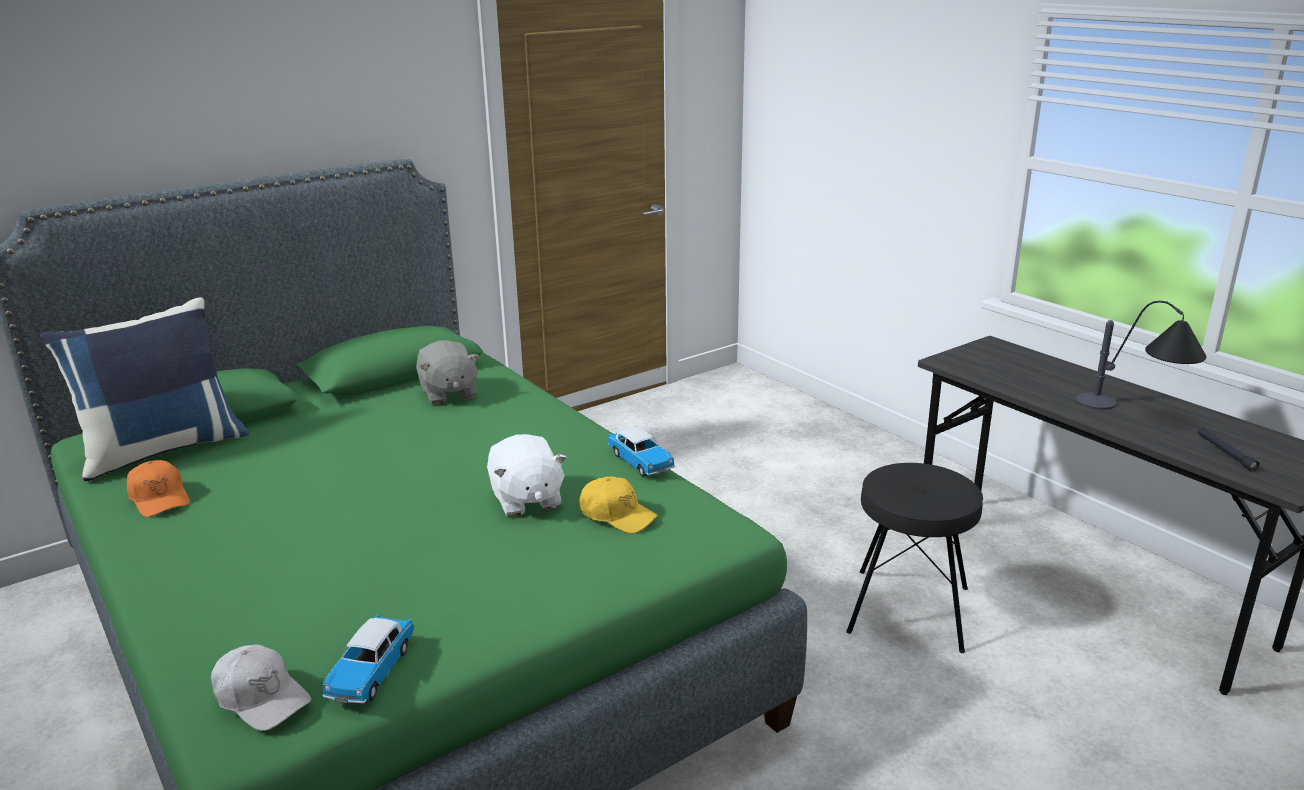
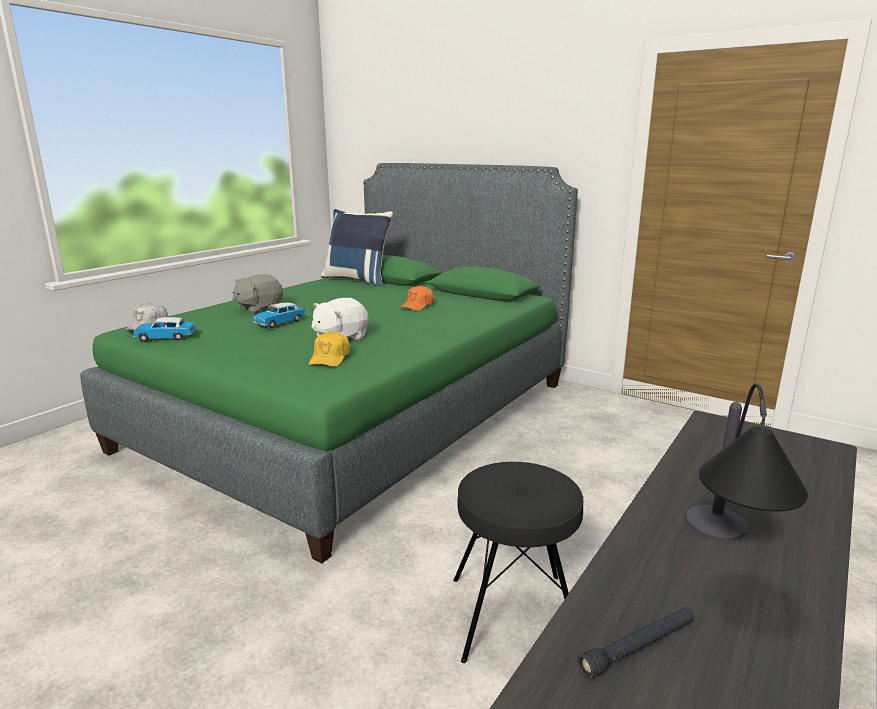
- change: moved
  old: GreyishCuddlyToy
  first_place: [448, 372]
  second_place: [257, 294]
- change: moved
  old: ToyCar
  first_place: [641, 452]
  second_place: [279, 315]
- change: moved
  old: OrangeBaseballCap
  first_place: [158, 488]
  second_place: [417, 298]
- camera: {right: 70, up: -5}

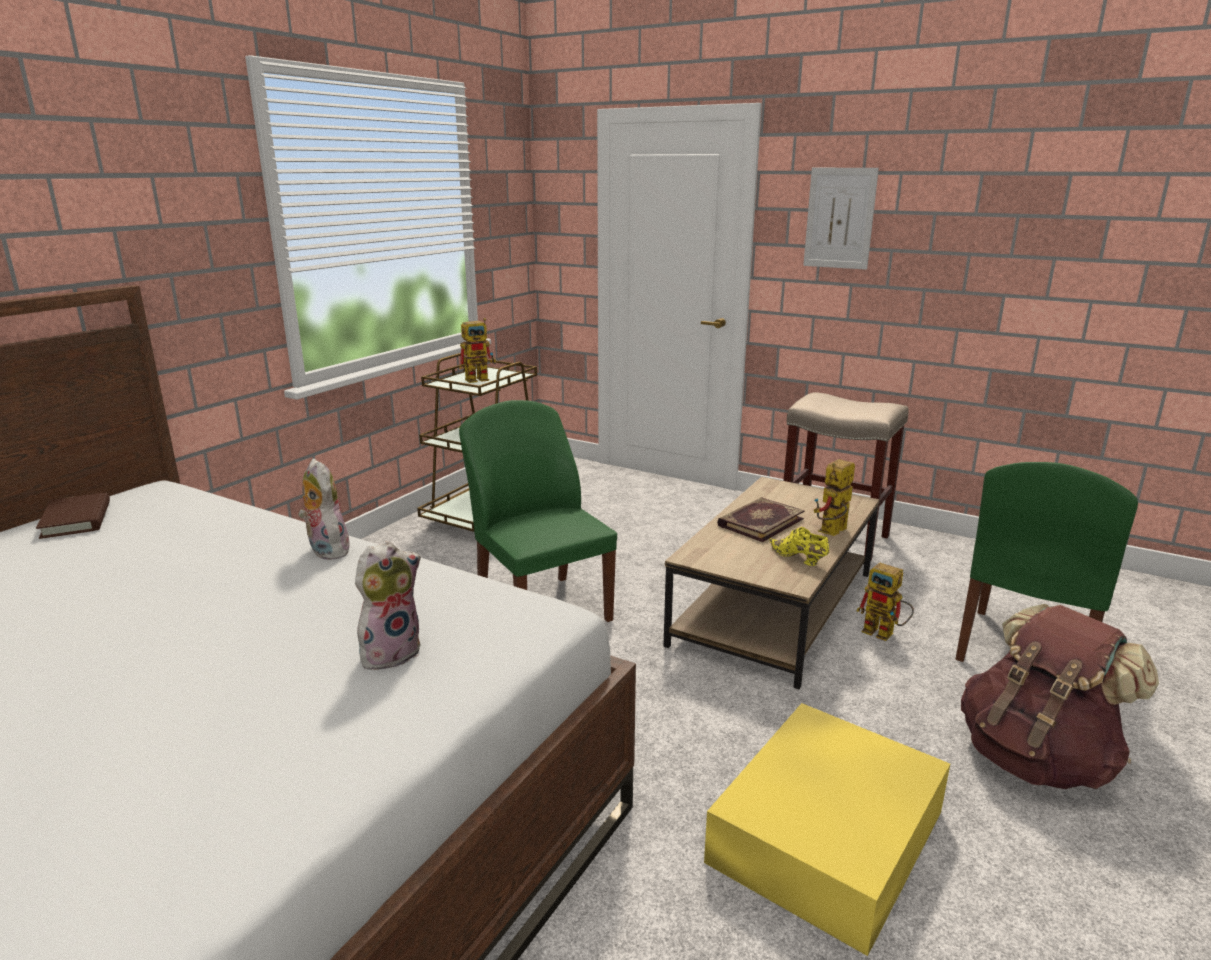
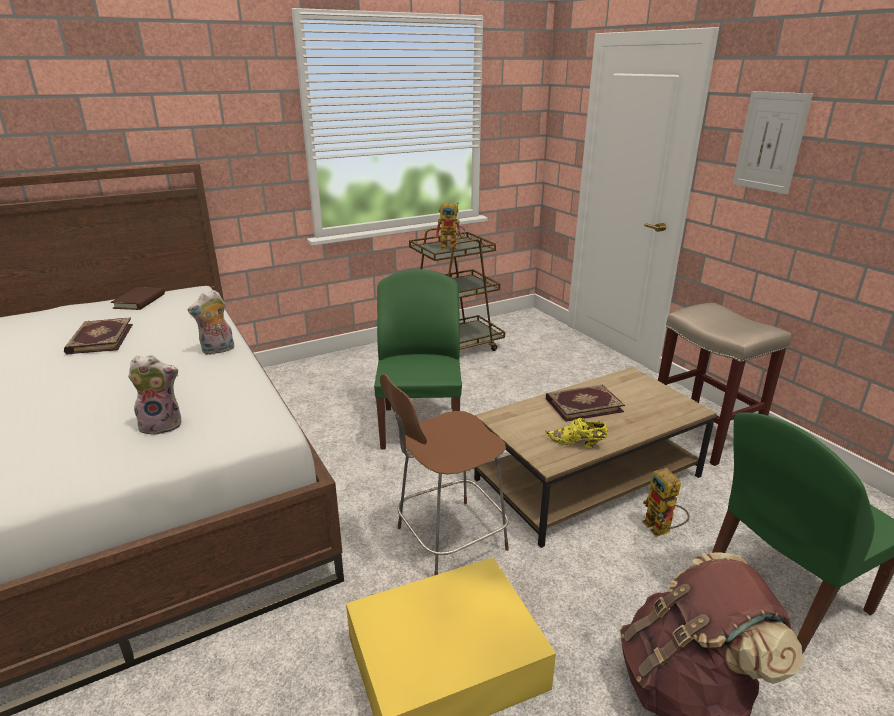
- change: added
  new: Volume
  second_place: [98, 336]
- change: turned
  old: CuddlyToy
  first_place: [325, 509]
  second_place: [210, 322]
  degrees: -120
- change: added
  new: BrownishPlainChair
  second_place: [444, 475]
- change: turned
  old: YellowColouredShoe
  first_place: [799, 546]
  second_place: [576, 433]
  degrees: -60
- change: removed
  old: ToyRobot
  first_place: [834, 497]
- camera: {right: 30, up: 5}

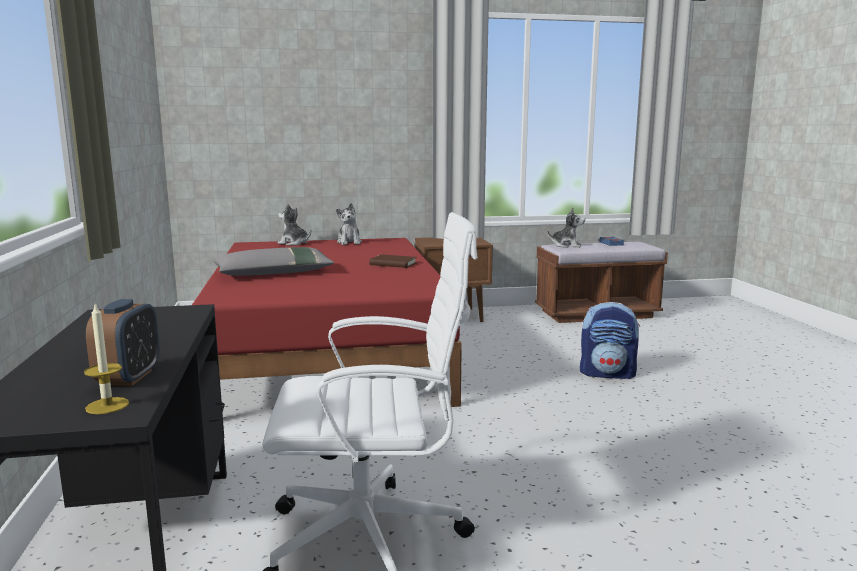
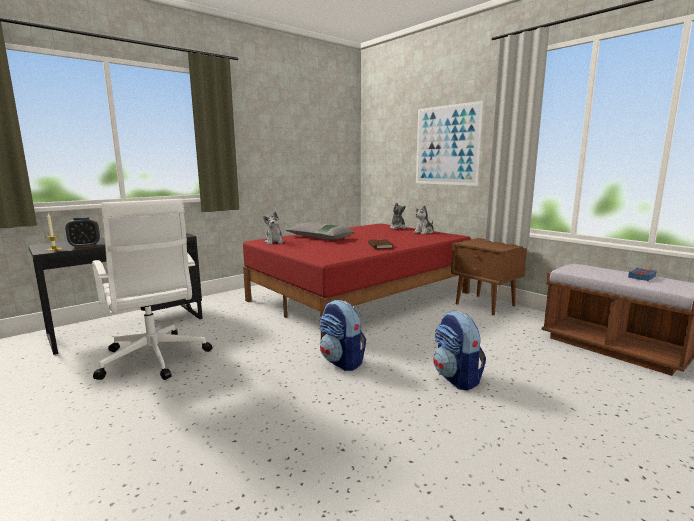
- change: moved
  old: CuddlyToy
  first_place: [566, 228]
  second_place: [273, 228]
- change: added
  new: Backpack
  second_place: [343, 335]
- change: added
  new: WallArt
  second_place: [450, 143]
- camera: {right: 60, up: 0}

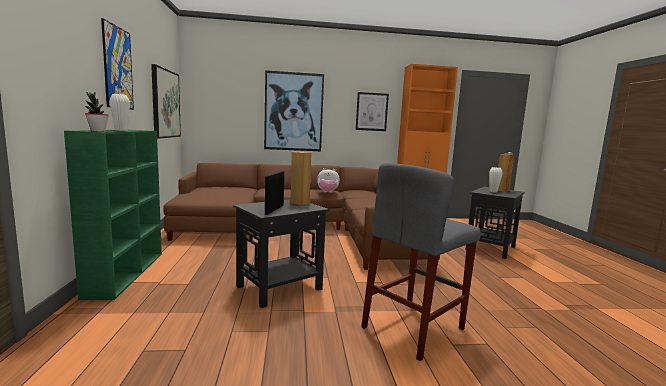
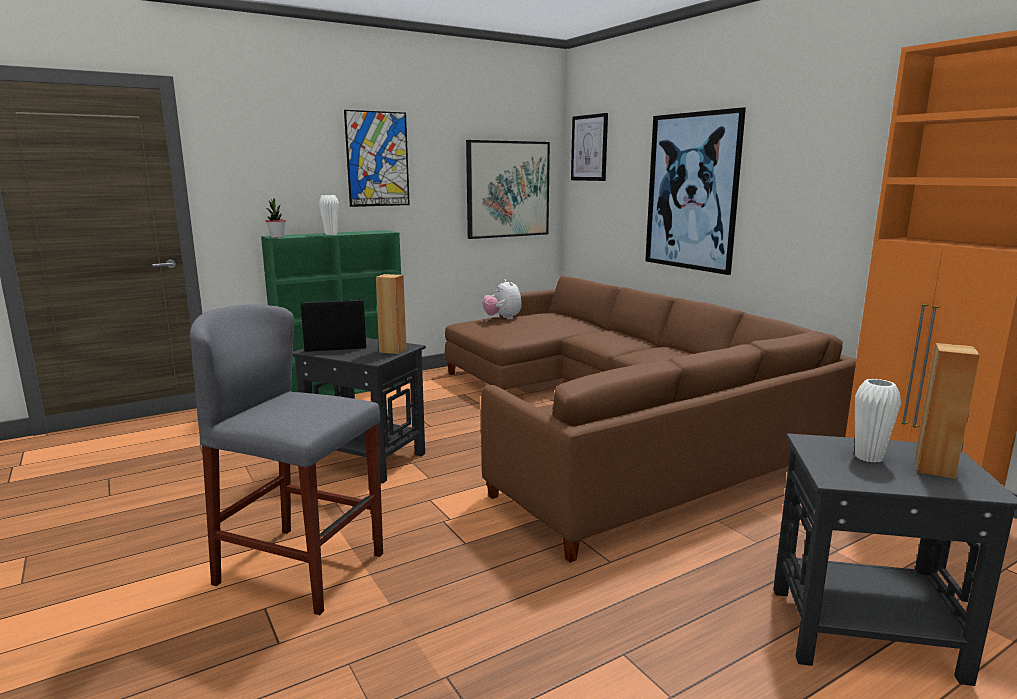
- change: moved
  old: CuddlyToy
  first_place: [328, 180]
  second_place: [502, 299]
- change: moved
  old: WallArt
  first_place: [372, 111]
  second_place: [589, 147]
- camera: {right: 65, up: 5}

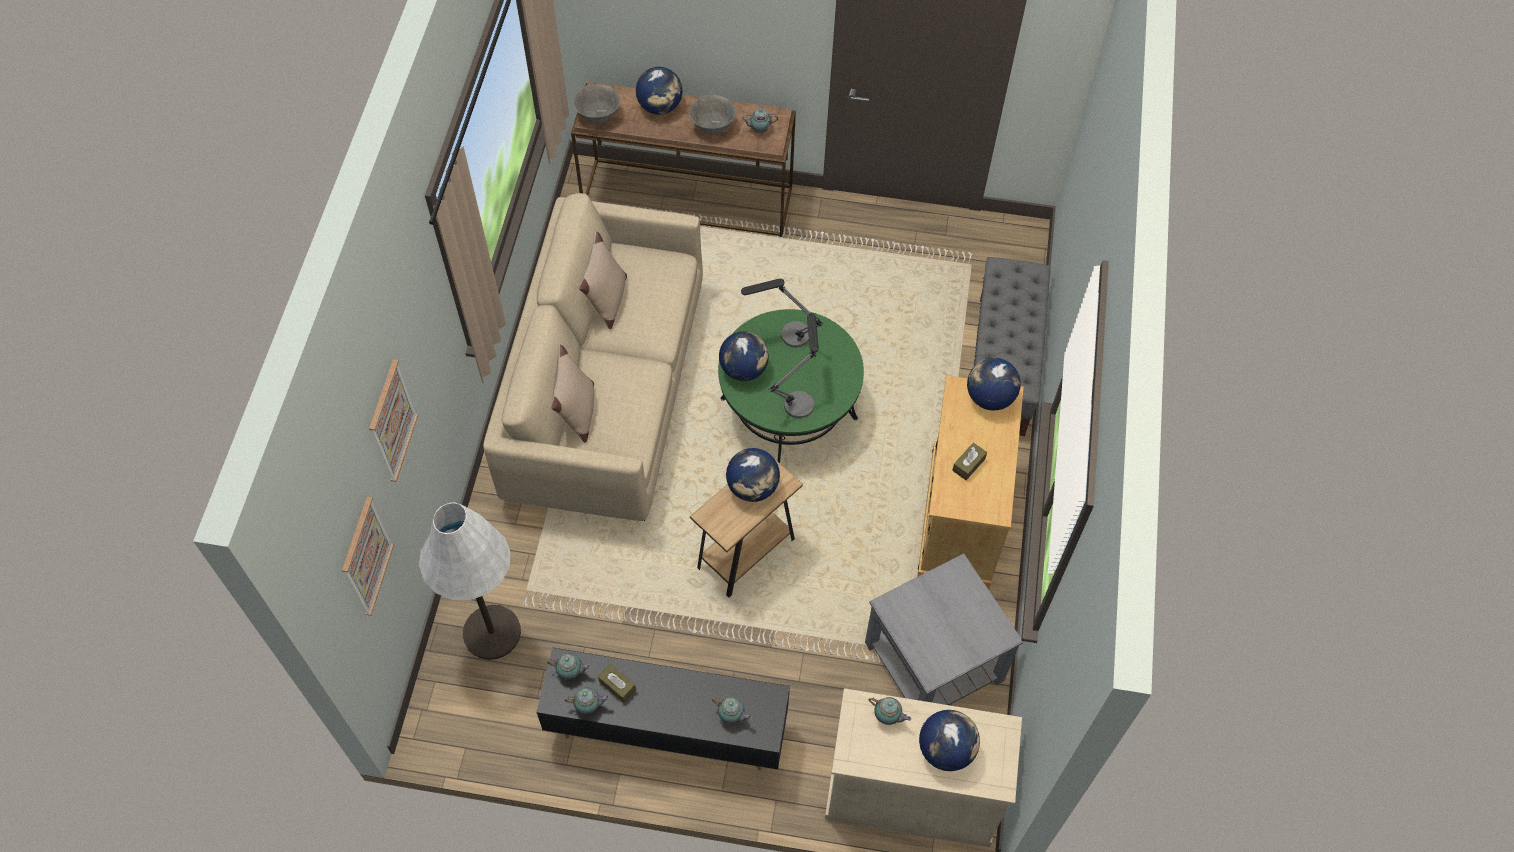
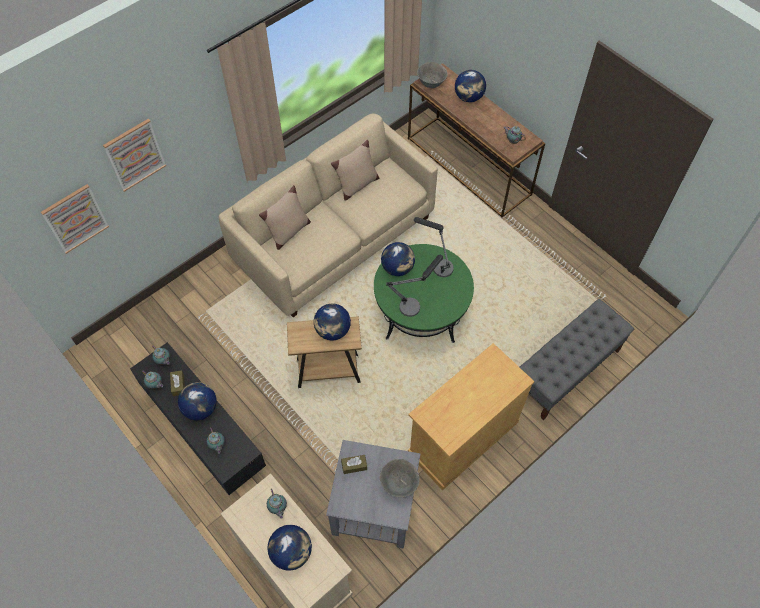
- change: moved
  old: Globe
  first_place: [994, 384]
  second_place: [197, 401]
- change: moved
  old: BrownishTissueHolder
  first_place: [969, 461]
  second_place: [354, 464]
- change: moved
  old: GreyishDeepDish
  first_place: [712, 114]
  second_place: [400, 478]
- change: removed
  old: WhitishStandingLamp
  first_place: [470, 581]
- camera: {right: 40, up: 0}

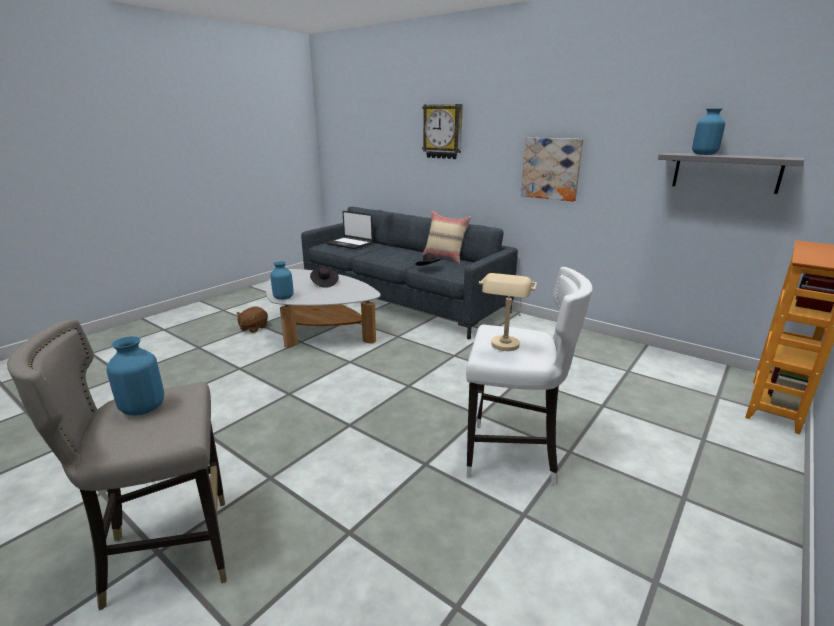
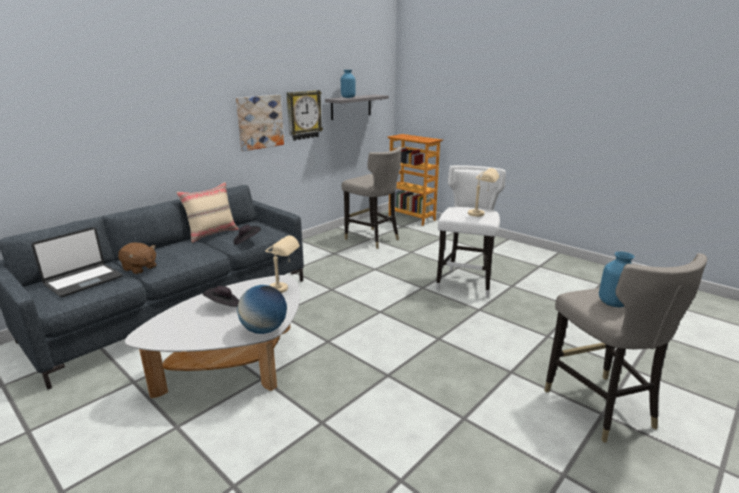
- change: moved
  old: BrownishCuddlyToy
  first_place: [252, 319]
  second_place: [137, 258]
- change: replaced
  old: BlueColouredFlowerVase
  new: Globe
  first_place: [282, 280]
  second_place: [262, 309]
- change: added
  new: BeigeColouredLampForATable
  second_place: [282, 264]
- change: moved
  old: ClockOnTheWall
  first_place: [442, 131]
  second_place: [305, 115]
- change: added
  new: GreyishStoolSeat
  second_place: [371, 198]
- camera: {right: -85, up: 0}

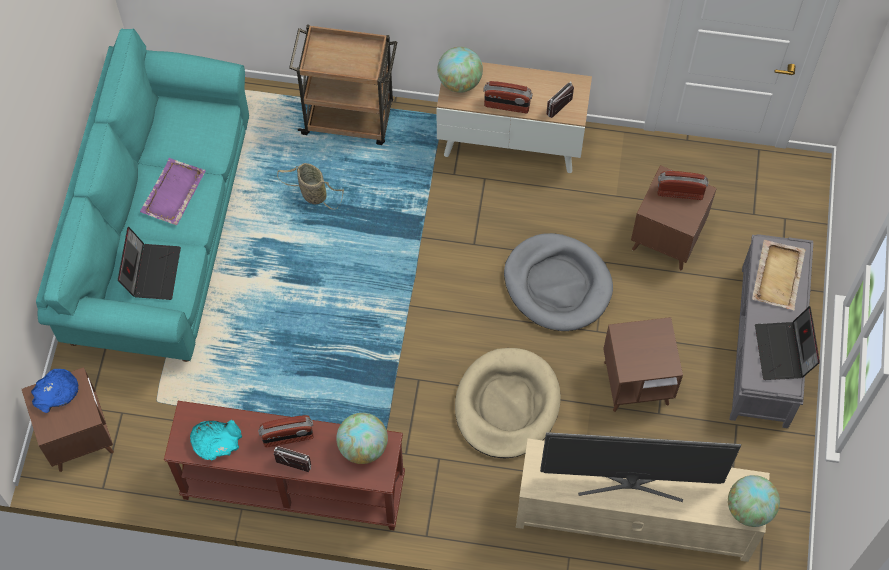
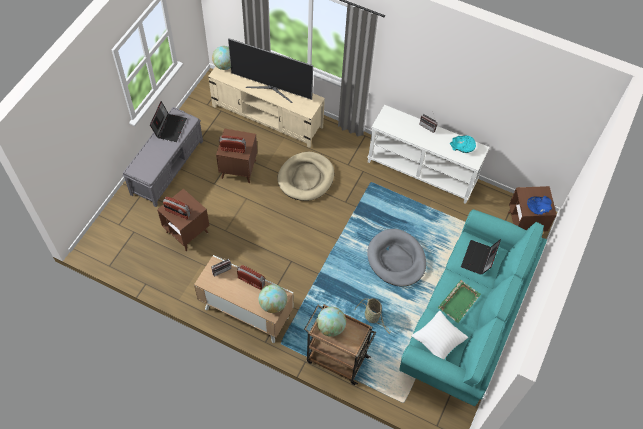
- change: moved
  old: RadioSet
  first_place: [285, 431]
  second_place: [232, 144]
- change: moved
  old: Globe
  first_place: [362, 438]
  second_place: [331, 322]
- change: recoloured
  old: BrownishConsoleTable
  new: WhitishConsoleTable
  first_place: [284, 465]
  second_place: [428, 154]
- change: moved
  old: GreyishDogBed
  first_place: [558, 282]
  second_place: [396, 258]
- change: added
  new: WhitishCushion
  second_place: [440, 335]
- change: recoloured
  old: PurpleTray
  new: GreenishTray
  first_place: [173, 191]
  second_place: [459, 301]
- change: removed
  old: BeigeColouredTray
  first_place: [778, 275]
- camera: {right: -165, up: -5}

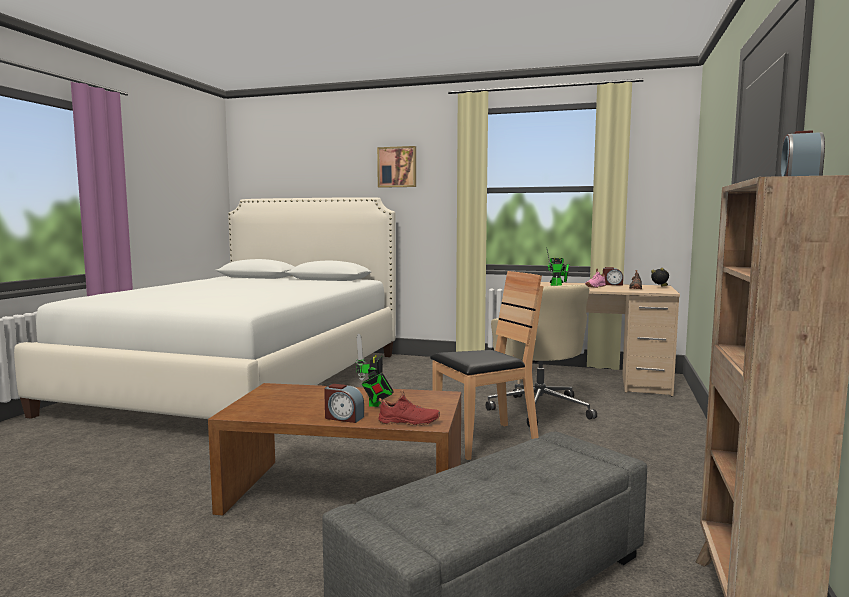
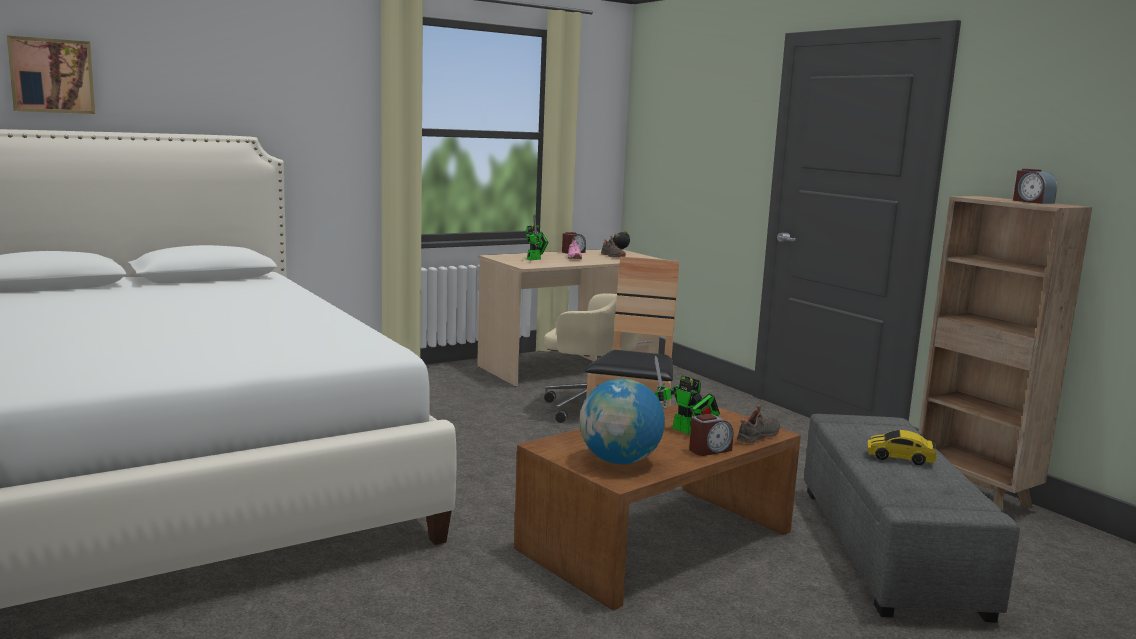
- change: moved
  old: WallArt
  first_place: [396, 167]
  second_place: [51, 74]
- change: added
  new: Globe
  second_place: [622, 421]
- change: recoloured
  old: ReddishShoe
  new: BlackishShoe
  first_place: [409, 408]
  second_place: [758, 424]
- change: added
  new: ToyCar
  second_place: [902, 447]
- camera: {right: -50, up: 5}

